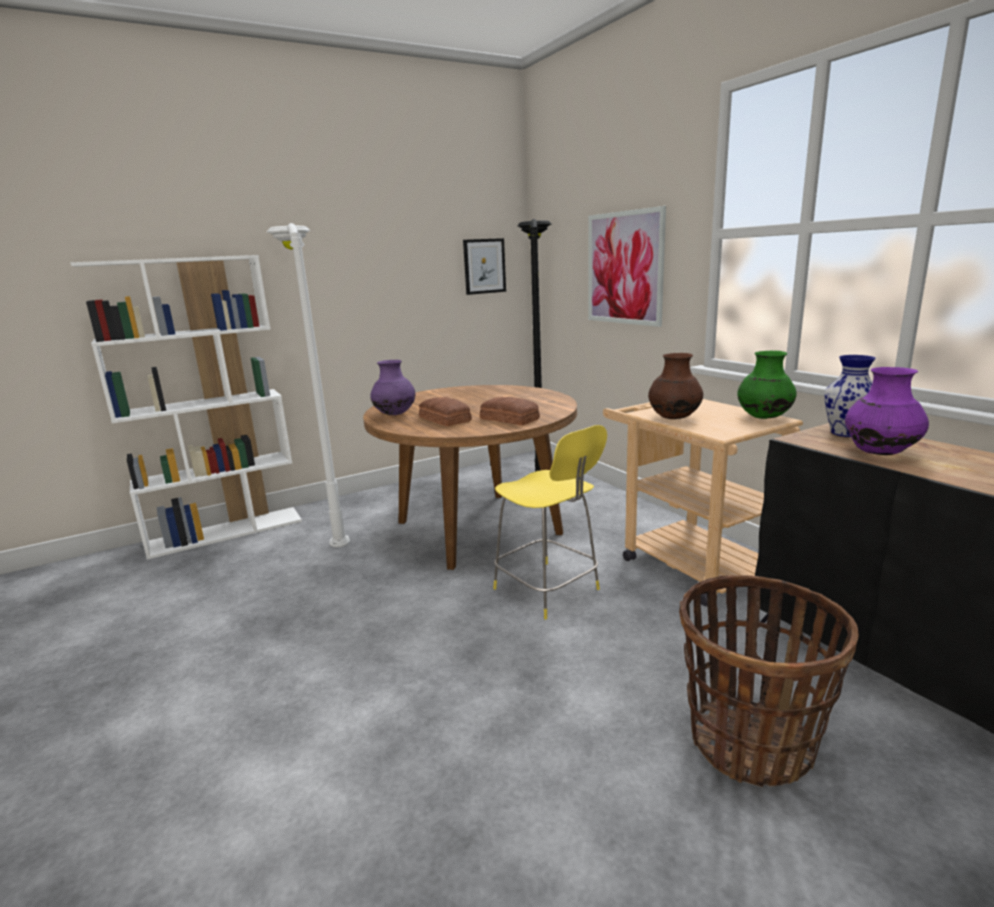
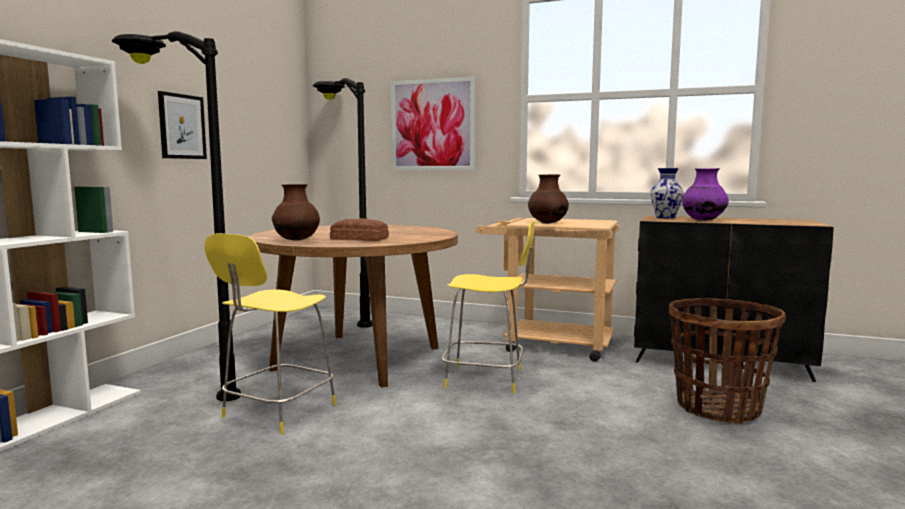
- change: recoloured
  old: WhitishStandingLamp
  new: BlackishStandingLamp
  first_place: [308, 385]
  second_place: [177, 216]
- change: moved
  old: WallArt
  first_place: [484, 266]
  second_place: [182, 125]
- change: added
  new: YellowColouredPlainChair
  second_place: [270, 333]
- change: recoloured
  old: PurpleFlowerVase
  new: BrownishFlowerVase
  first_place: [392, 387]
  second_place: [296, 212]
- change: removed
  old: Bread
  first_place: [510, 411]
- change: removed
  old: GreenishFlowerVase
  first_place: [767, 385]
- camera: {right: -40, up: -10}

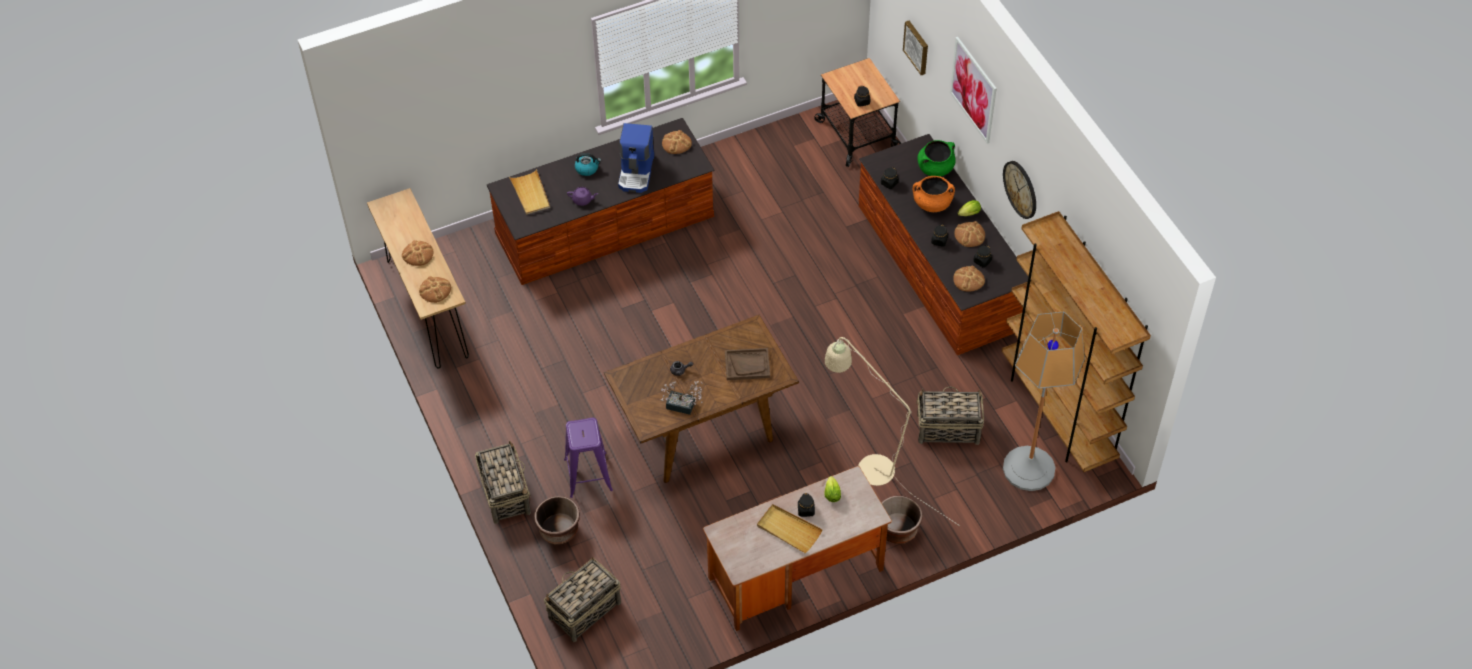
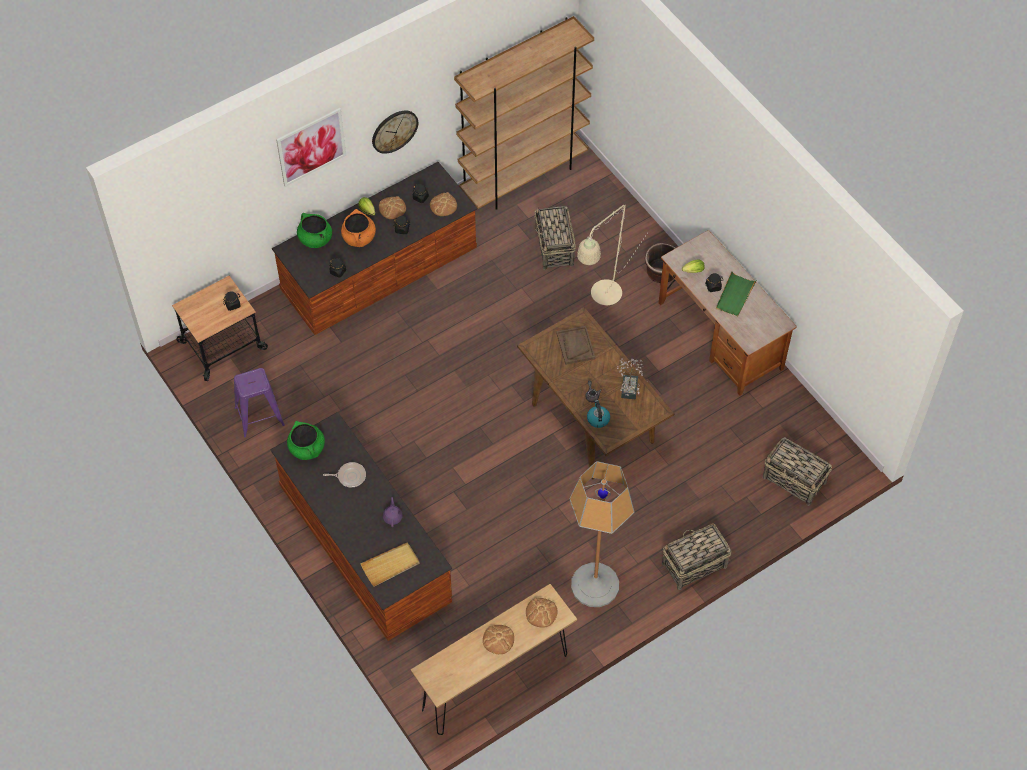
- change: moved
  old: PurpleStoolSeat
  first_place: [588, 458]
  second_place: [259, 402]
- change: replaced
  old: Bread
  new: GreenishCookingPot
  first_place: [677, 142]
  second_place: [306, 440]
- change: replaced
  old: CoffeeMachine
  new: FryingPan
  first_place: [636, 158]
  second_place: [344, 474]
- change: moved
  old: StandingLamp
  first_place: [1044, 401]
  second_place: [602, 534]
- change: moved
  old: Kettle
  first_place: [588, 164]
  second_place: [598, 414]
- change: recoloured
  old: BeigeColouredTray
  new: GreenishTray
  first_place: [790, 528]
  second_place: [736, 294]
- change: removed
  old: BrownishPlanter
  first_place: [557, 520]
- change: removed
  old: WallArt
  first_place: [915, 48]
- camera: {right: -100, up: 5}

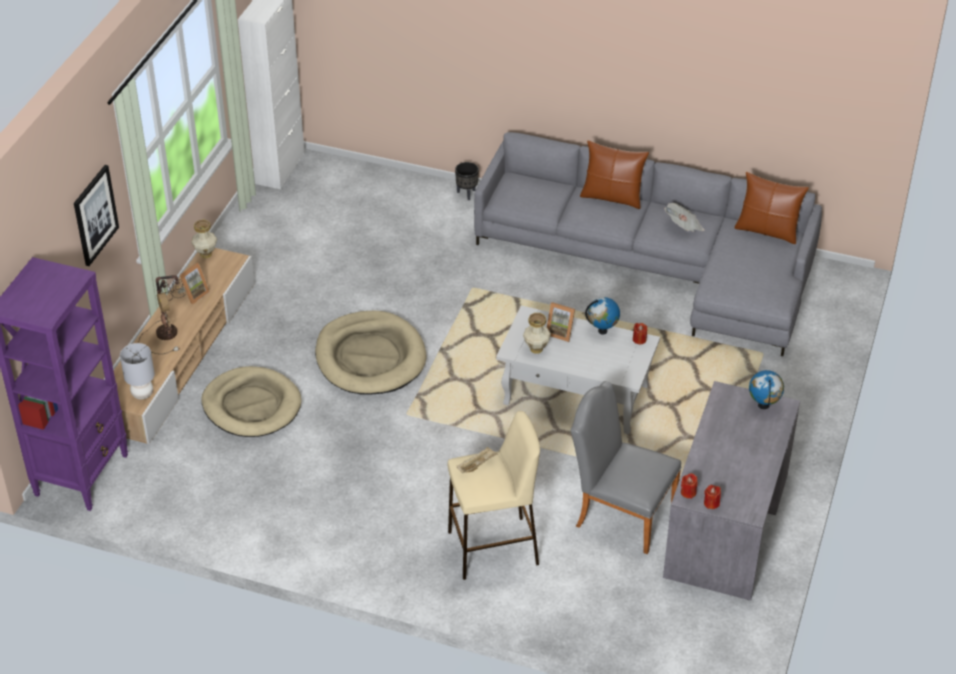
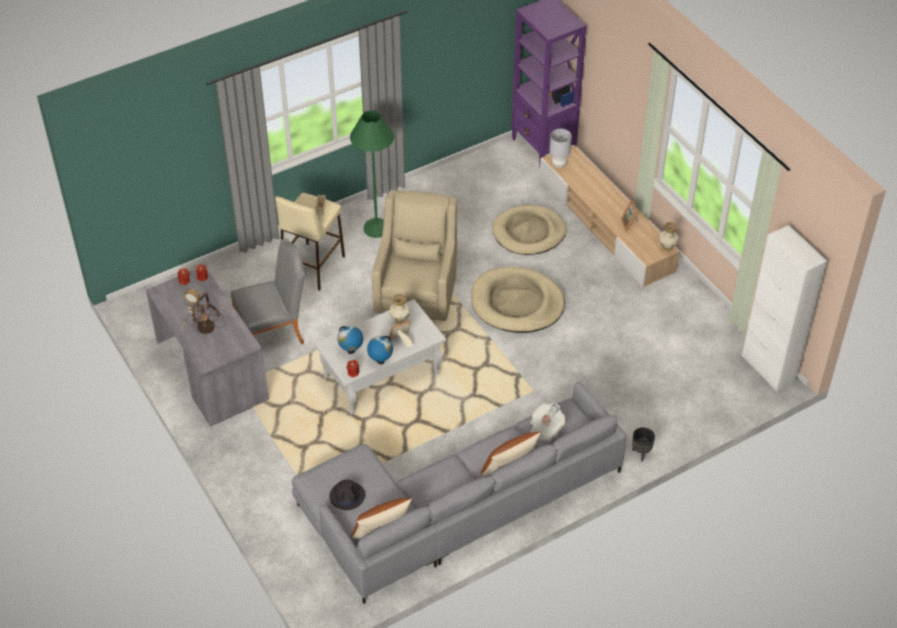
- change: moved
  old: LampForATable
  first_place: [162, 314]
  second_place: [203, 311]
- change: added
  new: BlackishWearableHat
  second_place: [347, 494]
- change: moved
  old: Globe
  first_place: [766, 389]
  second_place: [350, 340]
- change: added
  new: GreenishStandingLamp
  second_place: [372, 174]
- change: added
  new: BeigeColouredEasyChair
  second_place: [414, 256]
- change: moved
  old: PrintedPaper
  first_place: [684, 217]
  second_place: [547, 422]
- change: removed
  old: WallArt
  first_place: [96, 215]
- camera: {right: 130, up: 5}

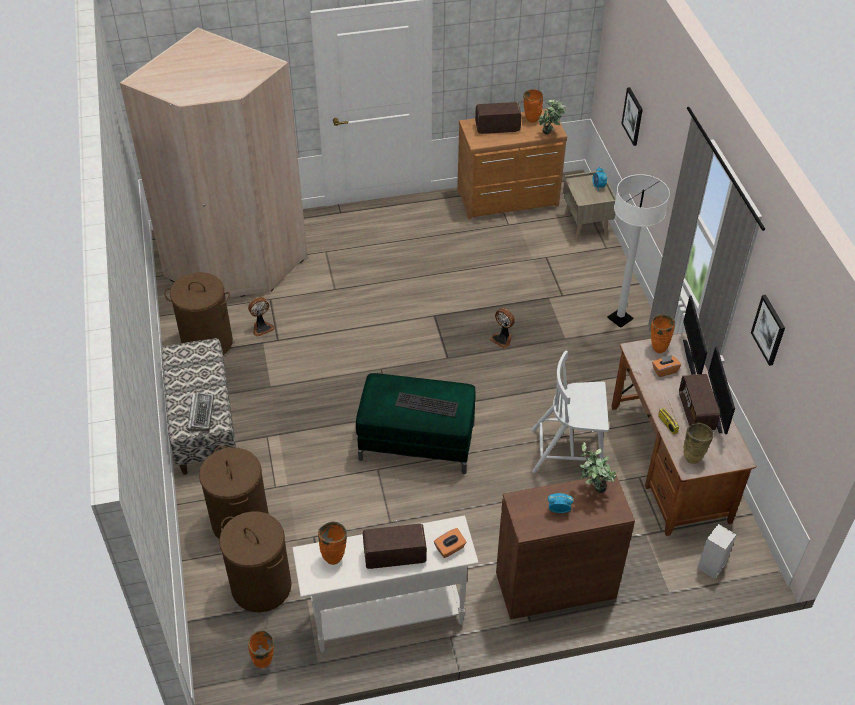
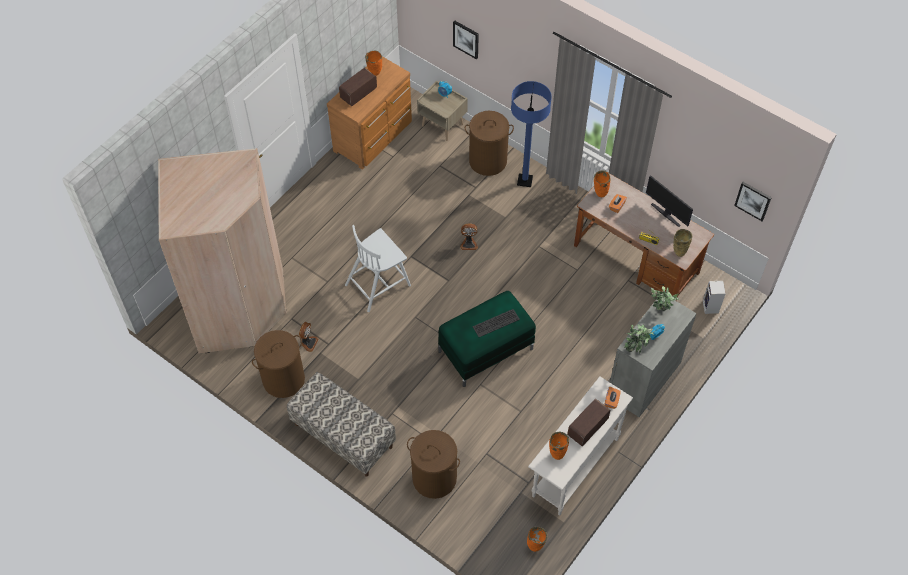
- change: moved
  old: WhitishPlainChair
  first_place: [570, 411]
  second_place: [378, 268]
- change: moved
  old: BrownishWashingBasket
  first_place: [255, 561]
  second_place: [489, 143]
- change: recoloured
  old: WhitishStandingLamp
  new: BlueColouredStandingLamp
  first_place: [638, 251]
  second_place: [531, 134]
- change: recoloured
  old: BrownishCabinet
  new: GreyishCabinet
  first_place: [565, 546]
  second_place: [653, 355]
- change: moved
  old: PlantInAPot
  first_place: [552, 117]
  second_place: [639, 339]
- change: moved
  old: WallArt
  first_place: [768, 330]
  second_place: [753, 201]
- change: removed
  old: Keyboard
  first_place: [200, 412]
- change: removed
  old: RadioSet
  first_place: [699, 402]
- change: removed
  old: Monitor
  first_place: [695, 335]
- camera: {right: -40, up: 10}

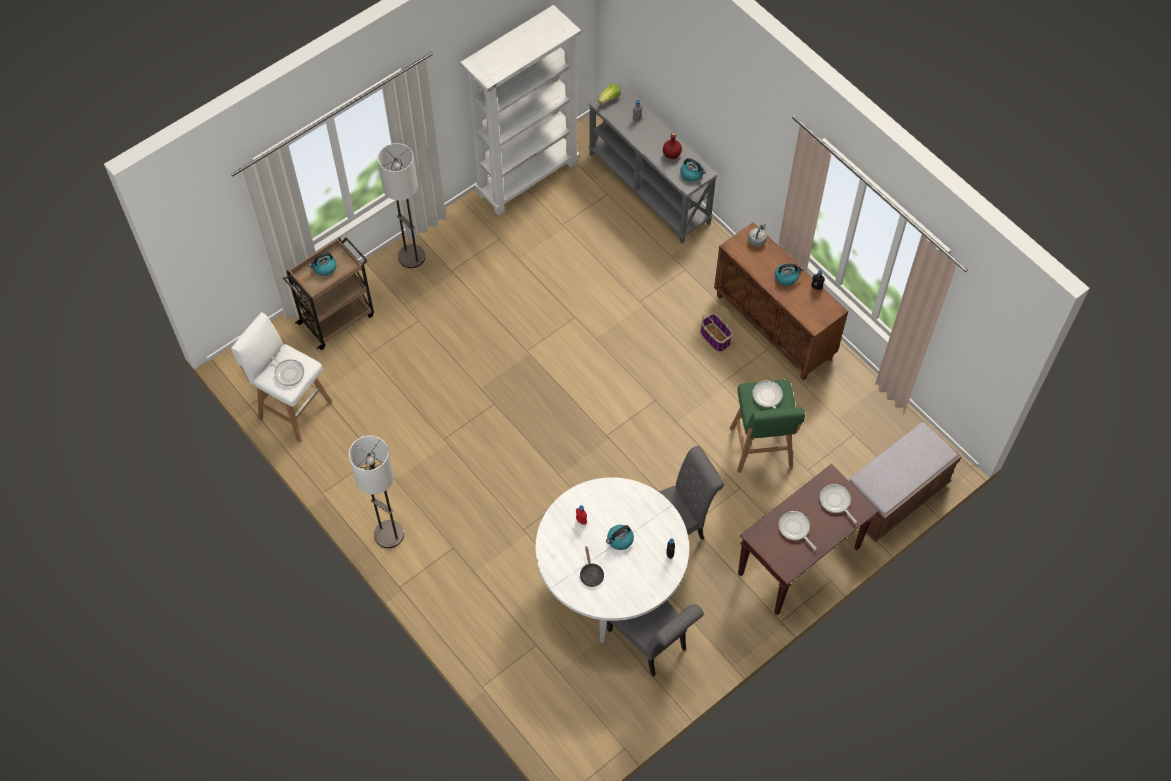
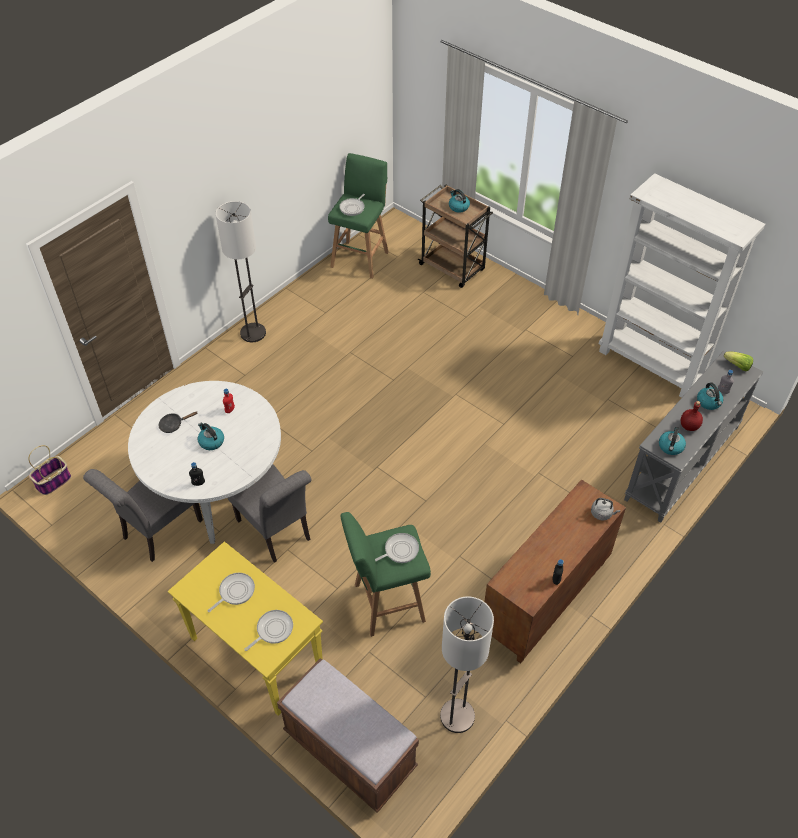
- change: moved
  old: StorageBasket
  first_place: [716, 328]
  second_place: [49, 470]
- change: recoloured
  old: BrownishConsoleTable
  new: YellowColouredConsoleTable
  first_place: [808, 539]
  second_place: [245, 628]
- change: recoloured
  old: WhitishStoolSeat
  new: GreenishStoolSeat
  first_place: [281, 377]
  second_place: [358, 216]
- change: moved
  old: StandingLamp
  first_place: [401, 205]
  second_place: [467, 664]
- change: moved
  old: Kettle
  first_place: [789, 274]
  second_place: [710, 396]
- camera: {right: 80, up: -10}

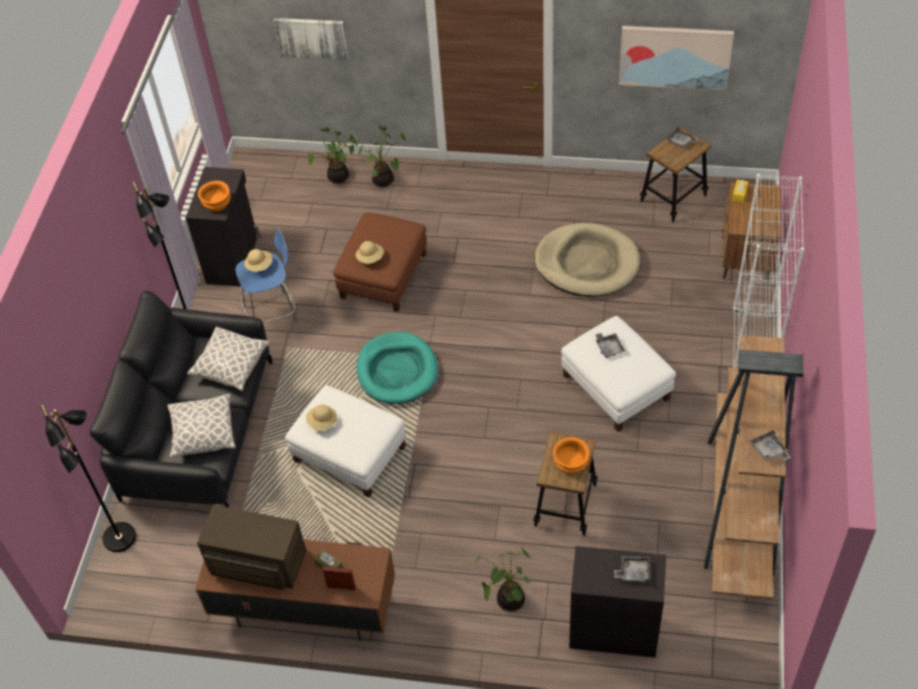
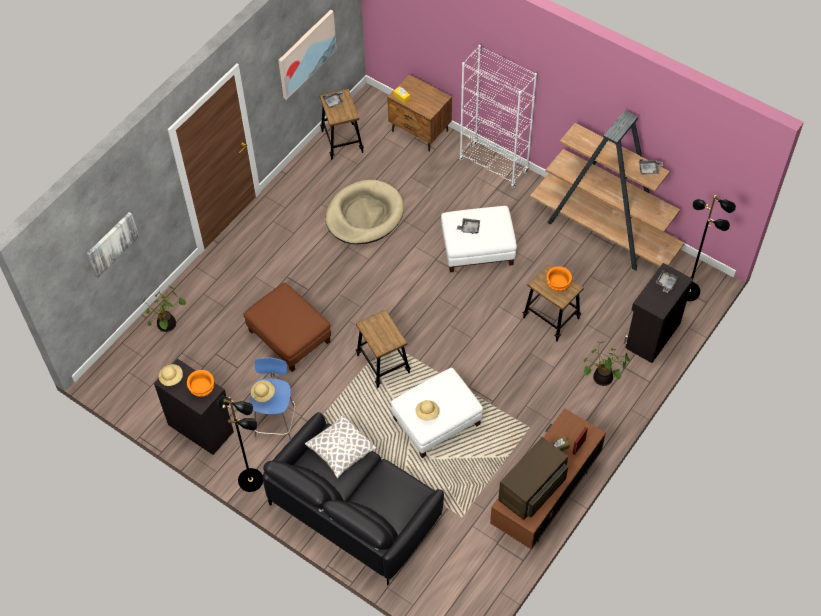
- change: moved
  old: BeigeColouredWearableHat
  first_place: [370, 252]
  second_place: [171, 375]
- change: replaced
  old: TurquoiseDogBed
  new: StoolSeat
  first_place: [397, 368]
  second_place: [383, 348]
- change: moved
  old: BlackishStandingLamp
  first_place: [87, 478]
  second_place: [711, 248]
- change: removed
  old: Cushion
  first_place: [202, 426]
- change: removed
  old: PlantInAPot
  first_place: [382, 156]
- camera: {right: -65, up: 5}

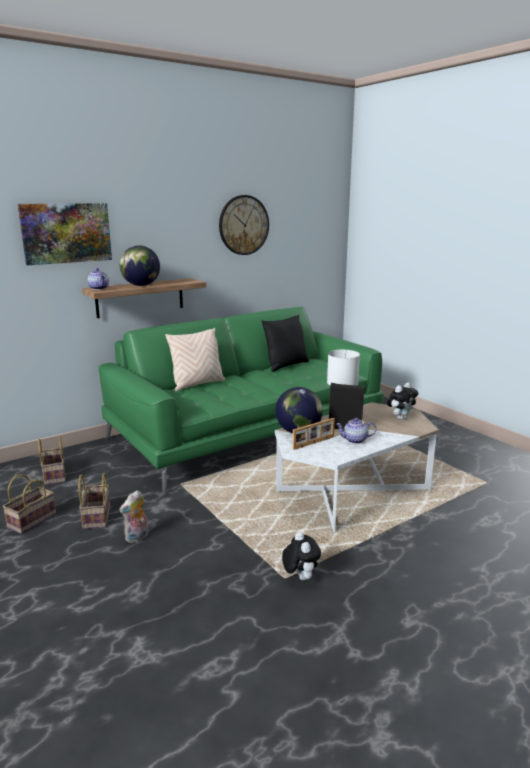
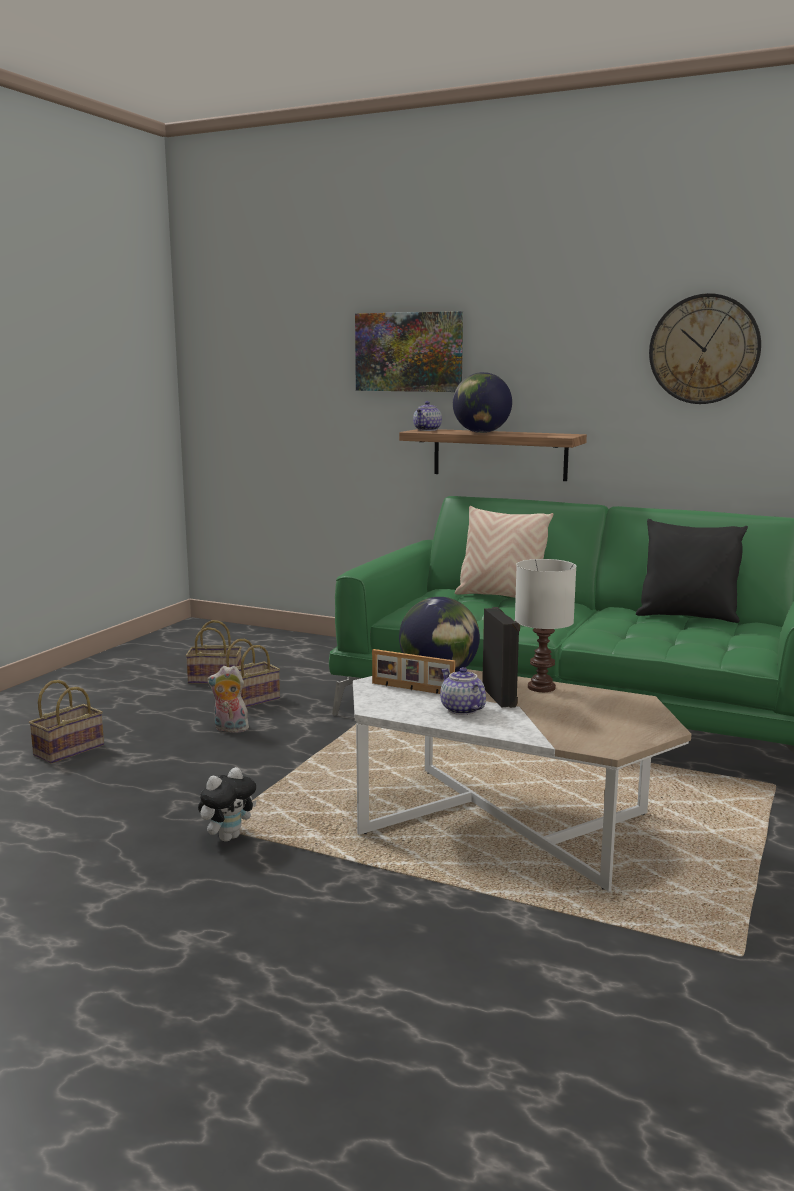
- change: moved
  old: StorageBasket
  first_place: [52, 460]
  second_place: [66, 722]
- change: removed
  old: CuddlyToy
  first_place: [402, 401]
- camera: {right: 60, up: -5}

